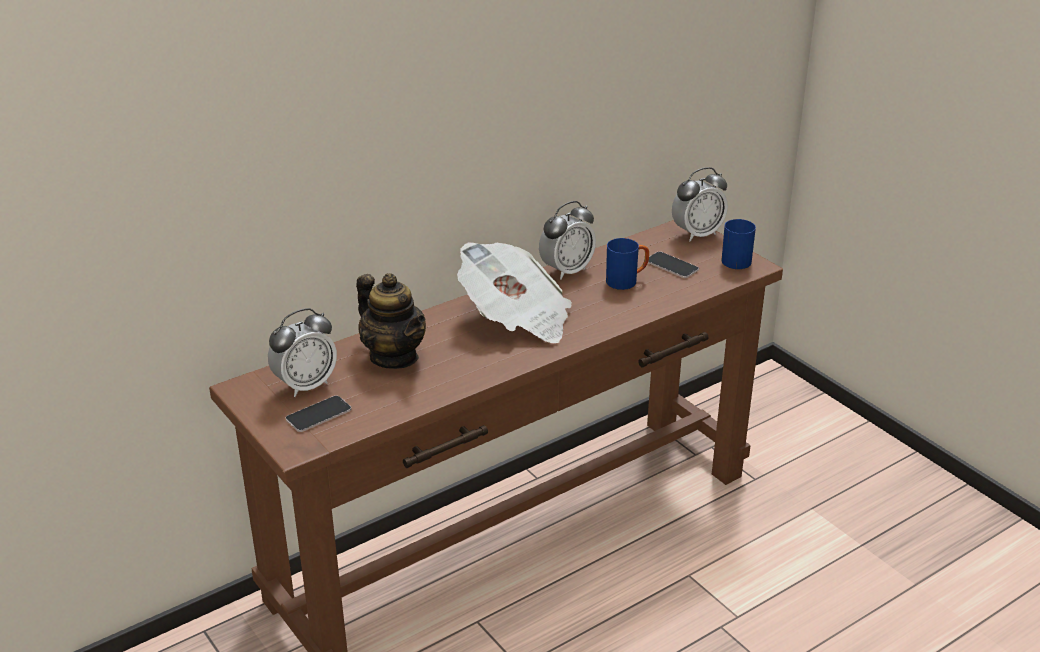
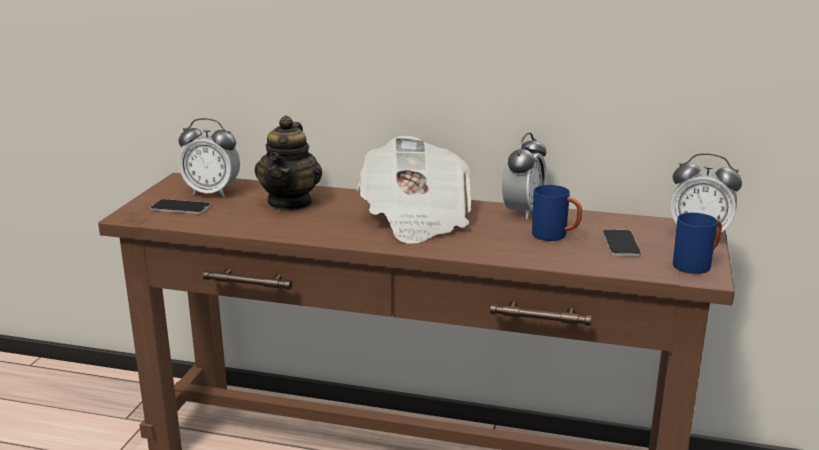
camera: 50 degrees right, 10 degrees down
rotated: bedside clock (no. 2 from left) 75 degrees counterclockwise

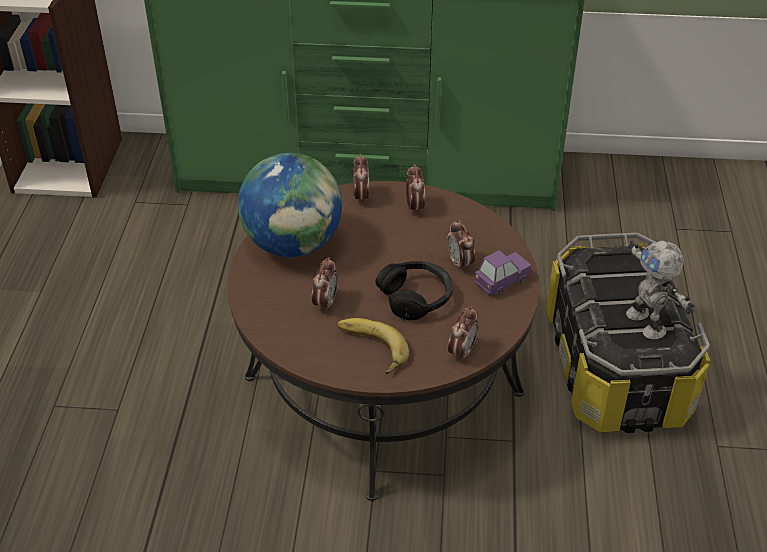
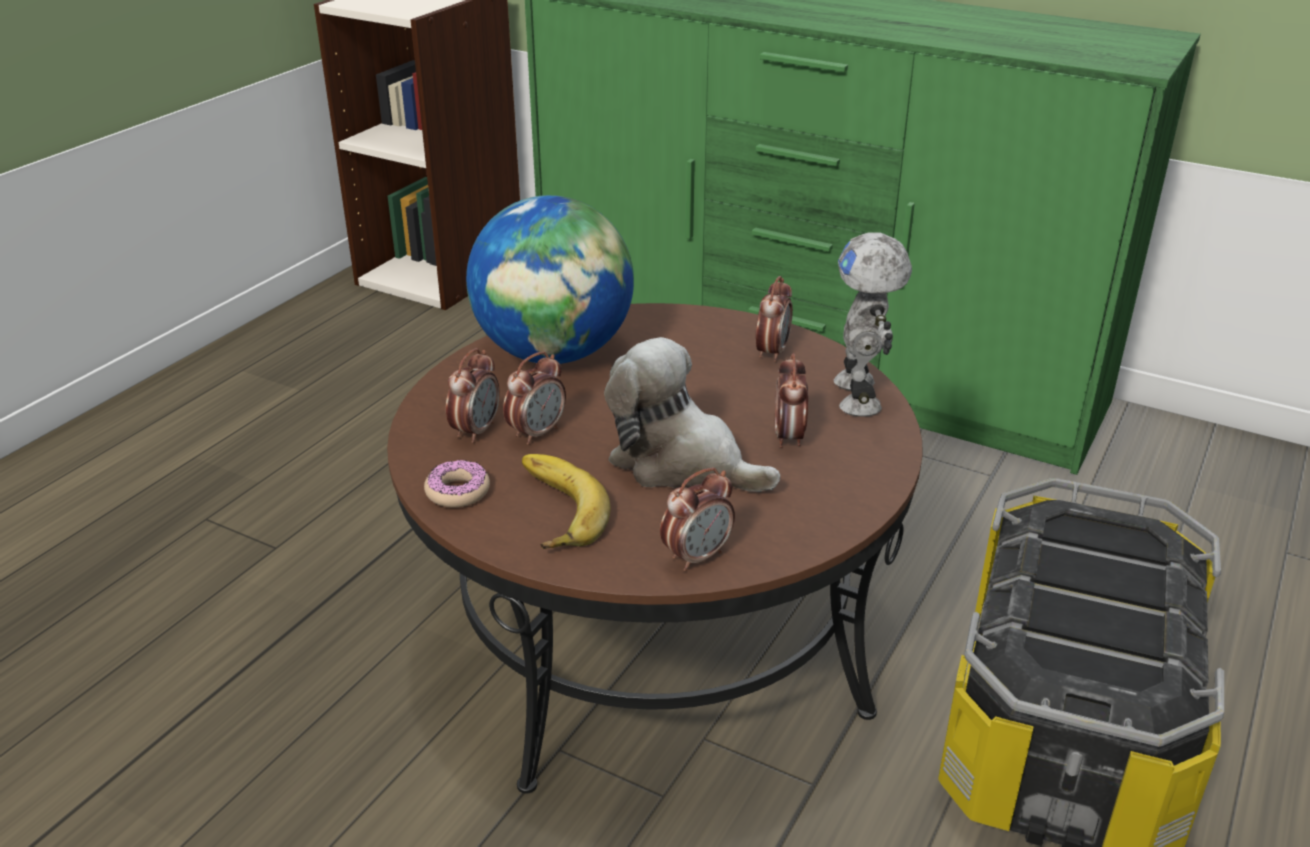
camera: 25 degrees right, 10 degrees down
gone: purple model car
new: ring doughnut
shifted: bedside clock (no. 2 from left in the first image) to bedside clock (no. 1 from left); model robot
swapped: blackish headphones to cuddly toy

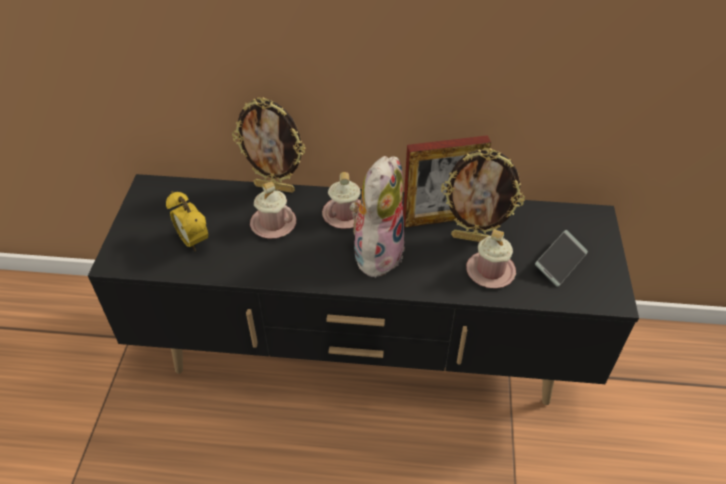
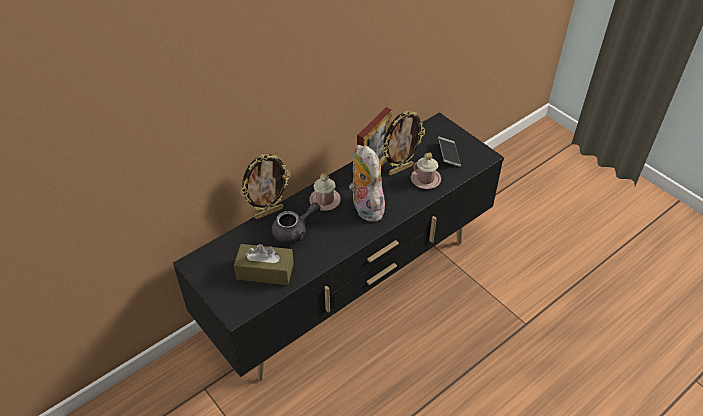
camera: 45 degrees left, 0 degrees up
swapped: pink coffee mug (no. 1 from left) to gray pot for tea; bedside clock to brown tissue box

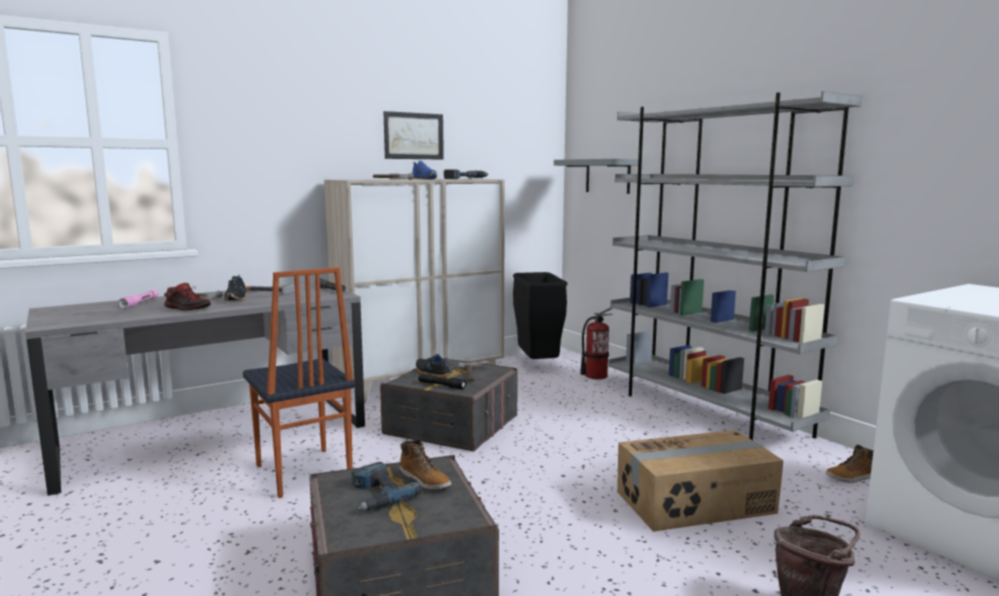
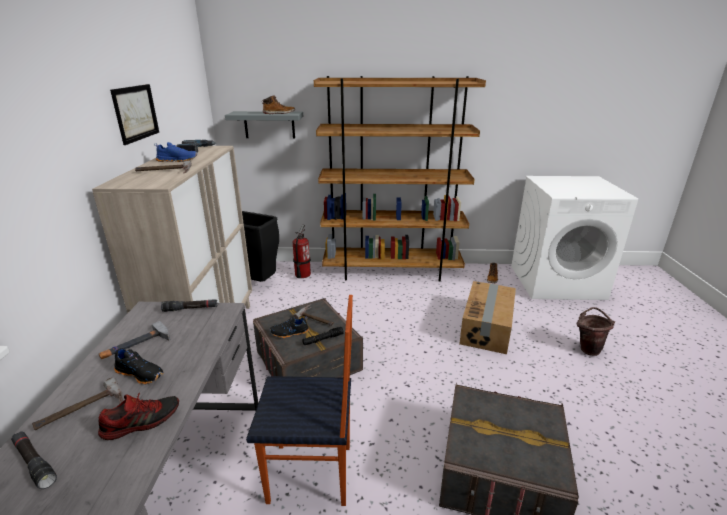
camera: 55 degrees left, 15 degrees up
gone: power drill (no. 1 from left)
shifted: tall boot (no. 1 from left)
repainted: gray shelving unit to brown shelving unit; pink flashlight to blackish flashlight (no. 1 from left)

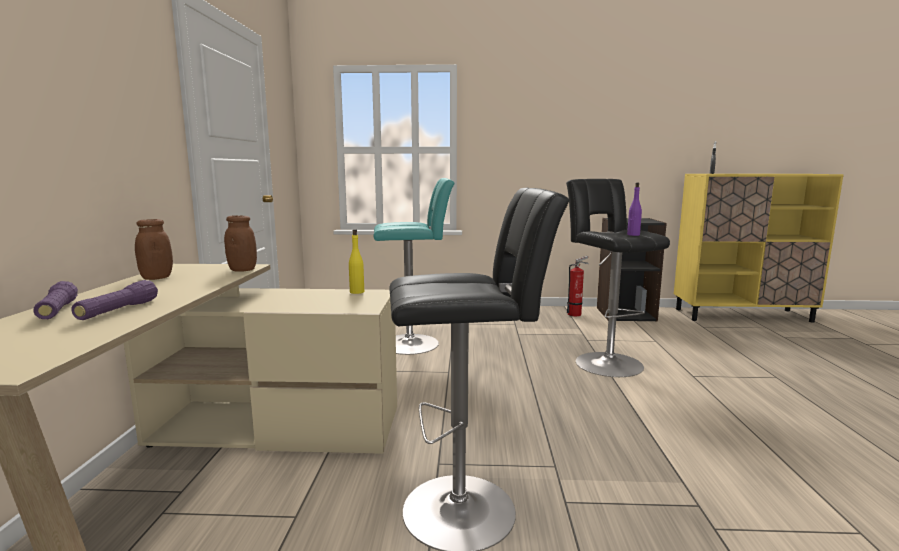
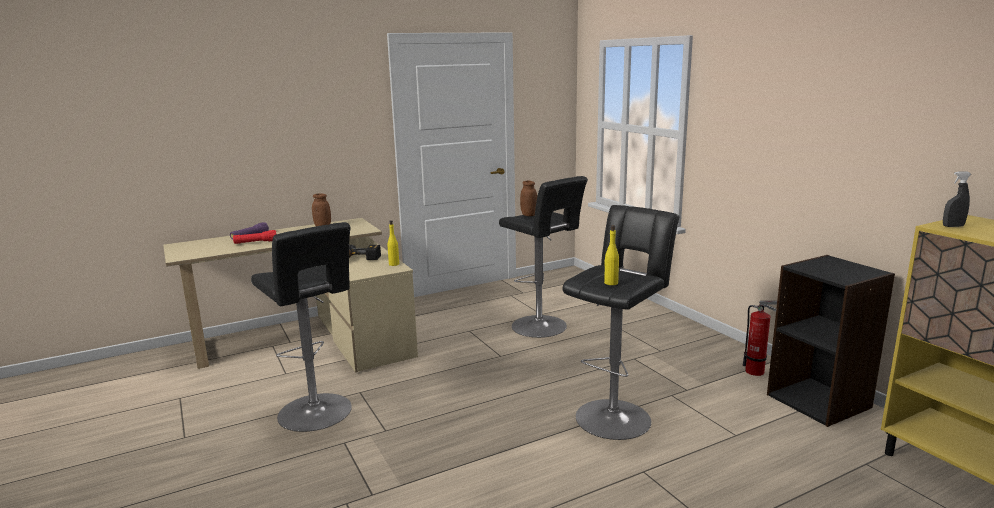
camera: 60 degrees right, 5 degrees up
new: power drill
shifted: brown jar (no. 2 from left)
repainted: turquoise-coloured stool to blackish stool (no. 2 from left); purple bottle to yellow bottle (no. 2 from left); purple flashlight (no. 2 from left) to red flashlight

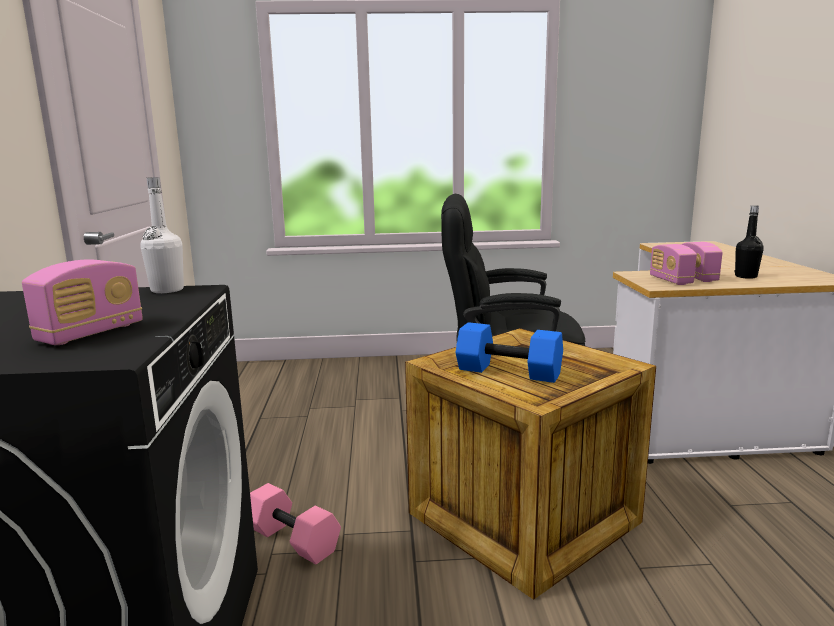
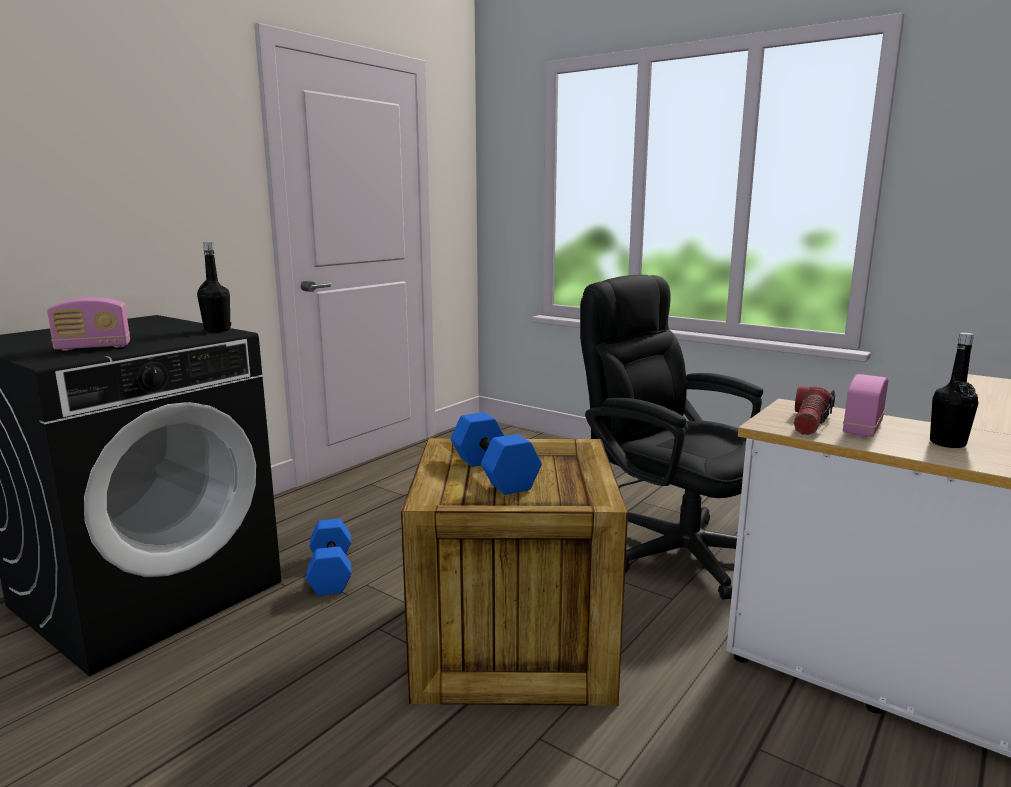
camera: 40 degrees right, 0 degrees up
swapped: radio set (no. 2 from left) to flashlight
repainted: white-coloured bottle to blackish bottle (no. 1 from left); pink dumbbell to bluish dumbbell (no. 1 from left)

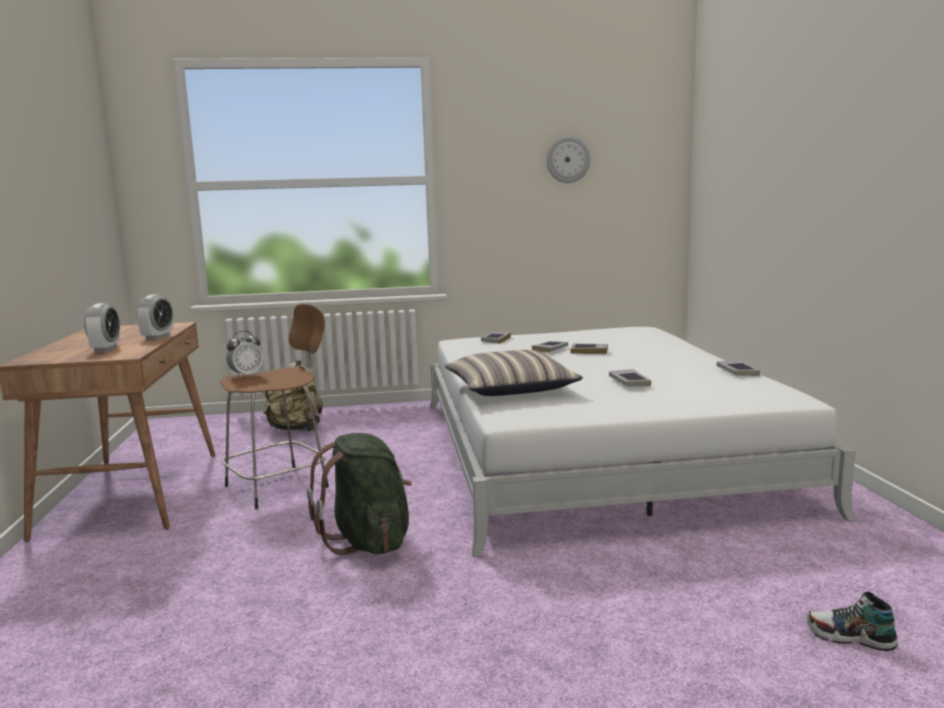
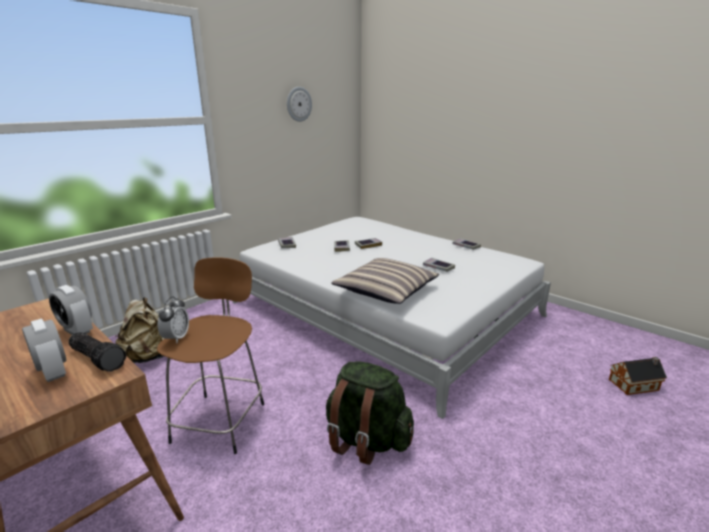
camera: 40 degrees left, 10 degrees up
new: flashlight
swapped: item of footwear to model house
rotated: bedside clock (no. 2 from left) 150 degrees clockwise

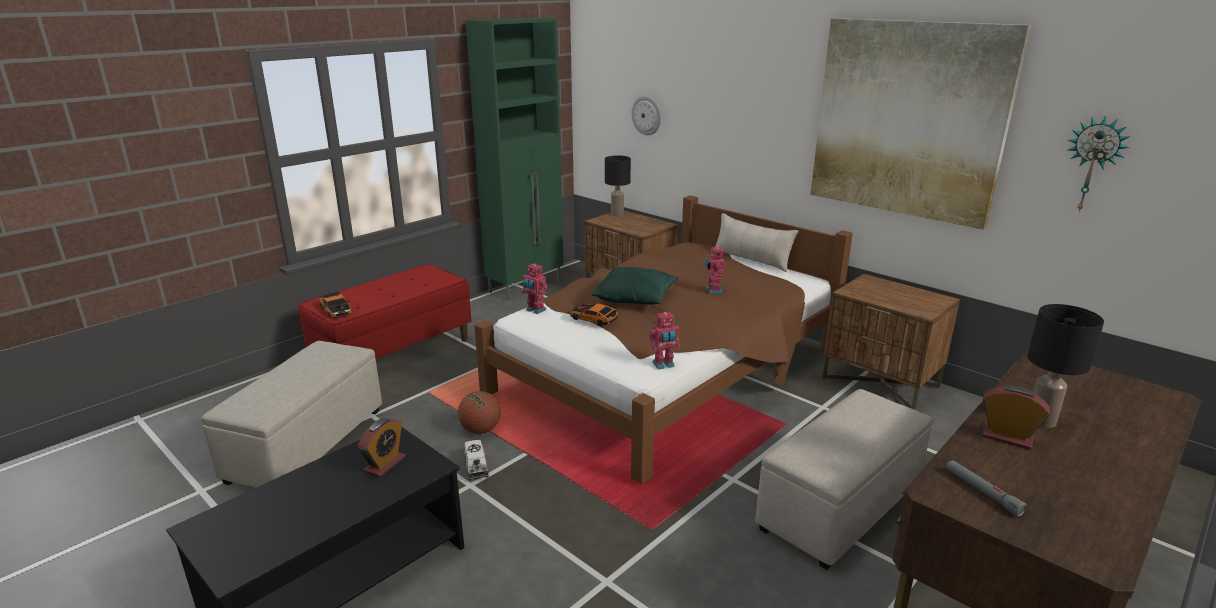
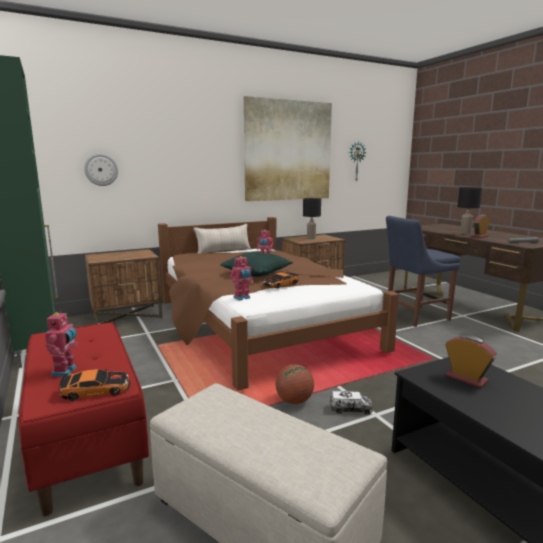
camera: 70 degrees left, 10 degrees down
shifted: blackish tabletop lamp (no. 1 from left); model robot (no. 2 from left in the first image) to model robot (no. 1 from left)
swapped: beige-coloured footrest (no. 2 from left) to bluish plain chair

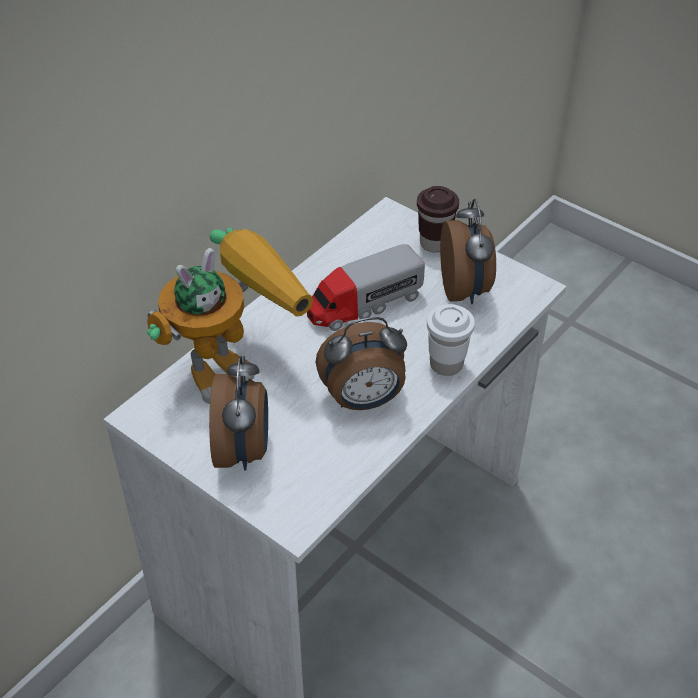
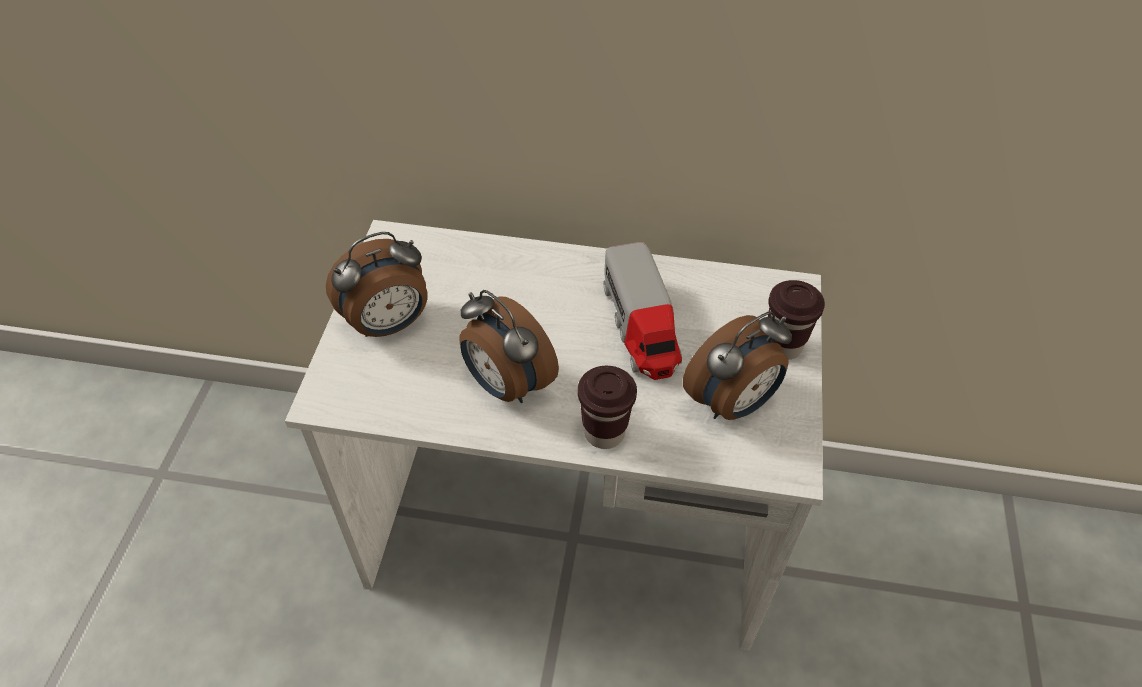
camera: 60 degrees right, 5 degrees up
gone: model robot
repainted: white-coloured cup to brown cup (no. 1 from left)
rotated: model truck 135 degrees counterclockwise

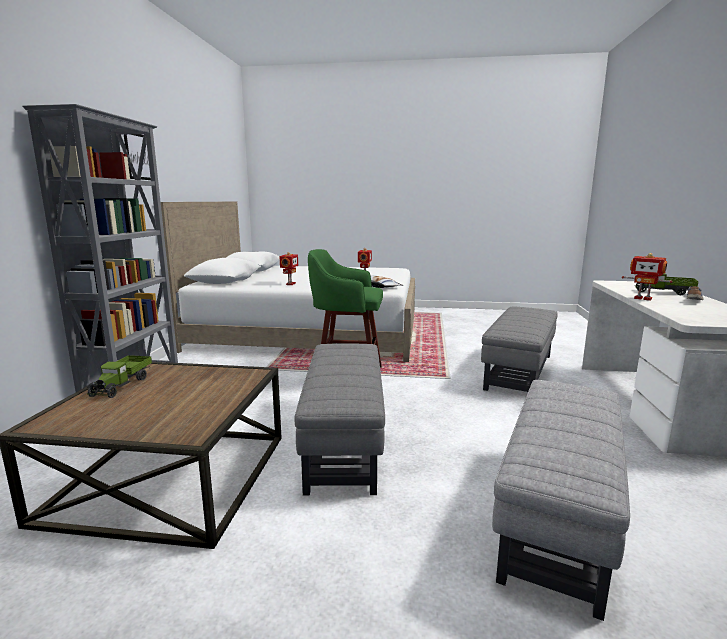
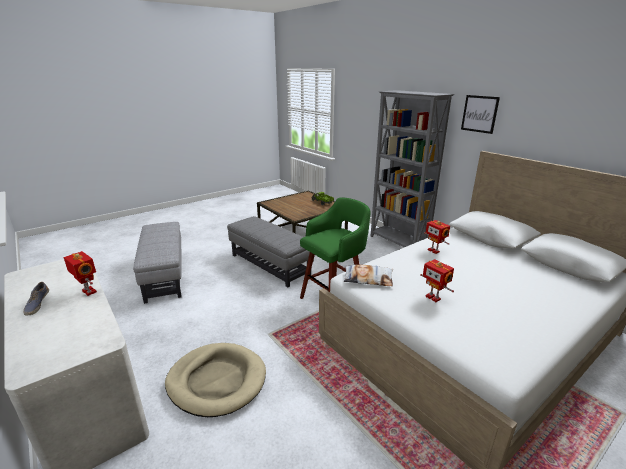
camera: 135 degrees right, 10 degrees up
gone: model truck (no. 2 from left)
swapped: gray footrest (no. 2 from left) to beige-coloured dog cushion
rotated: model robot (no. 3 from left in the first image) 45 degrees clockwise

